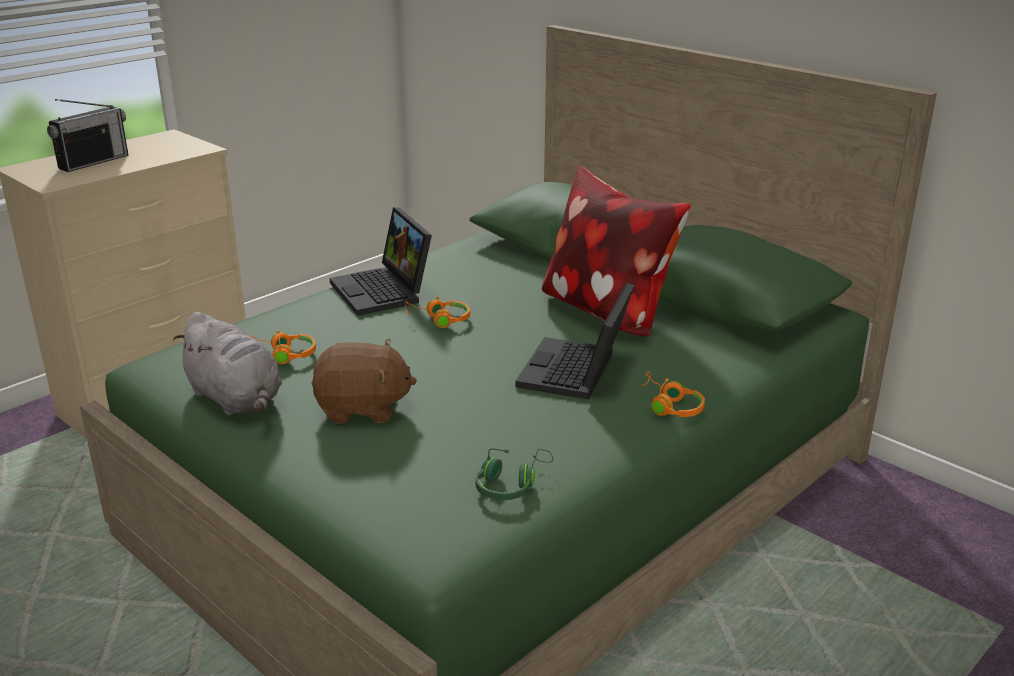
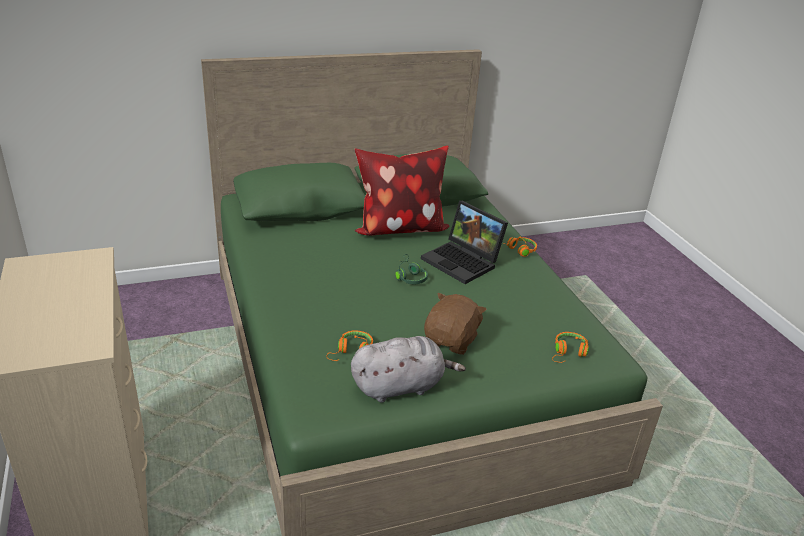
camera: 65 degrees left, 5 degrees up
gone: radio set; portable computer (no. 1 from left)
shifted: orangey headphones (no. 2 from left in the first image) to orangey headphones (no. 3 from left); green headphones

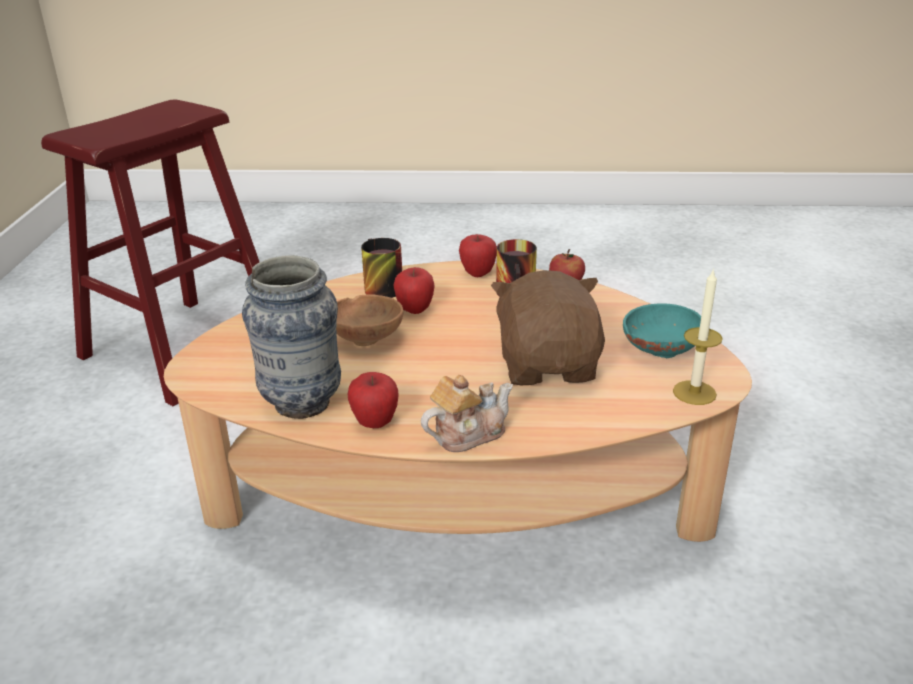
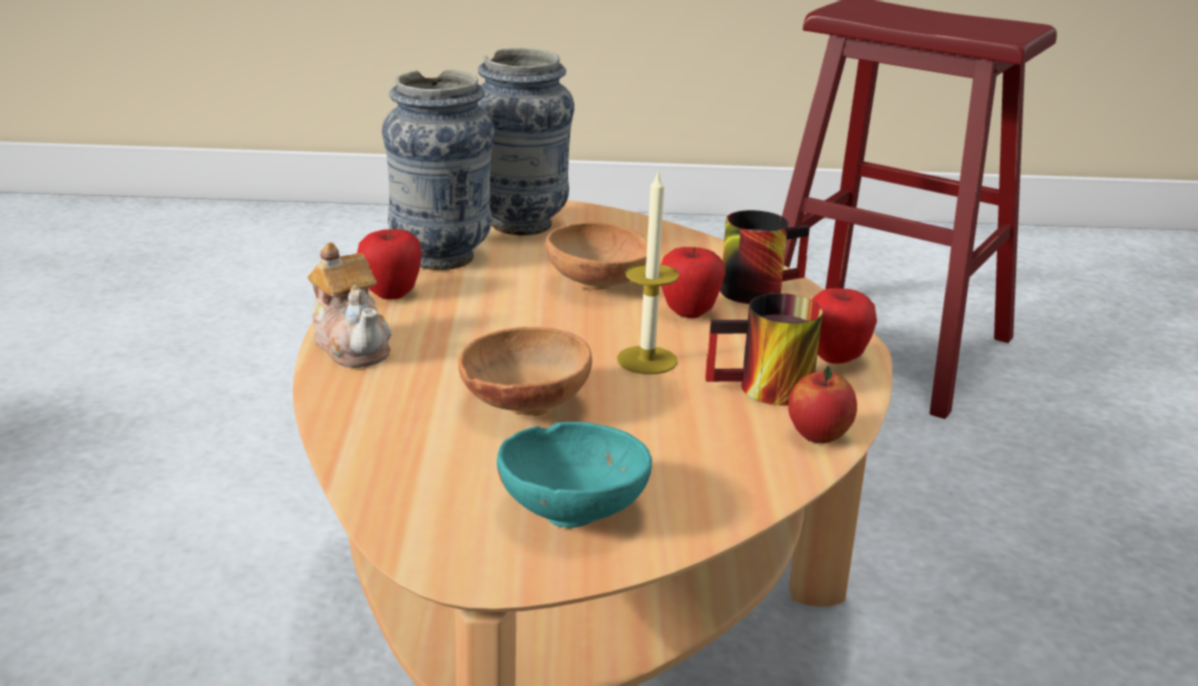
camera: 85 degrees right, 5 degrees down
new: decorative vase (no. 2 from left)
shifted: wax light
swapped: brown cuddly toy to brown deep dish (no. 1 from left)

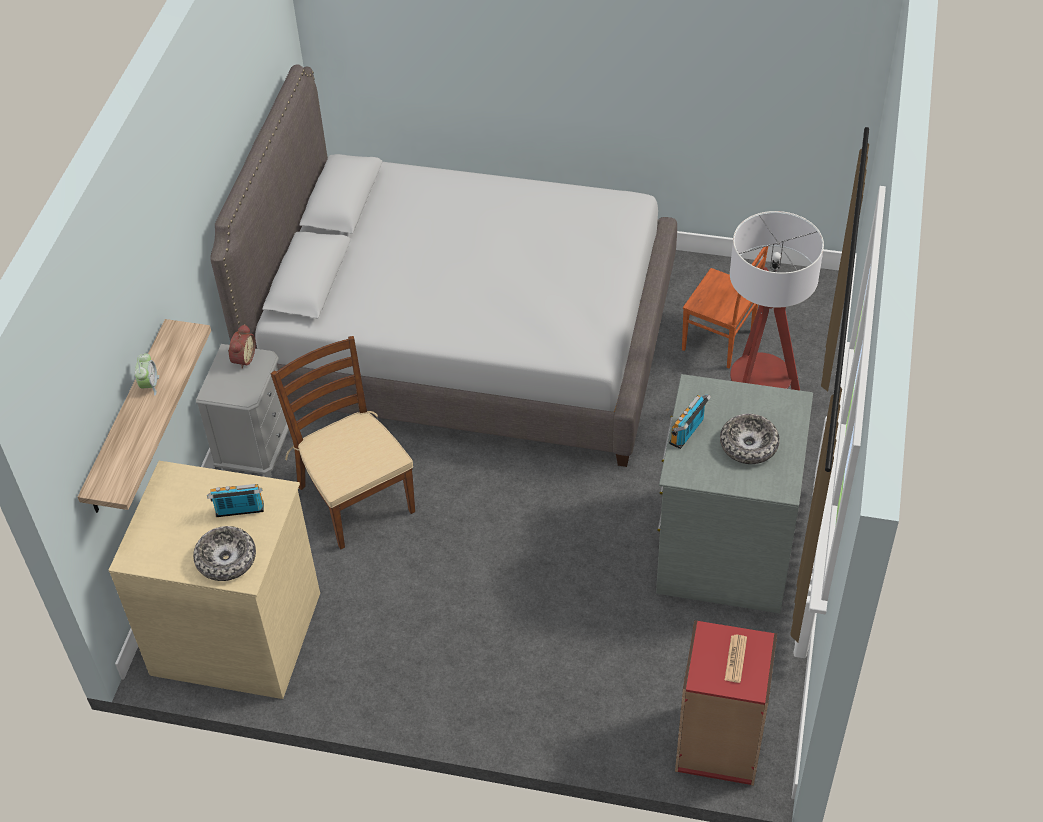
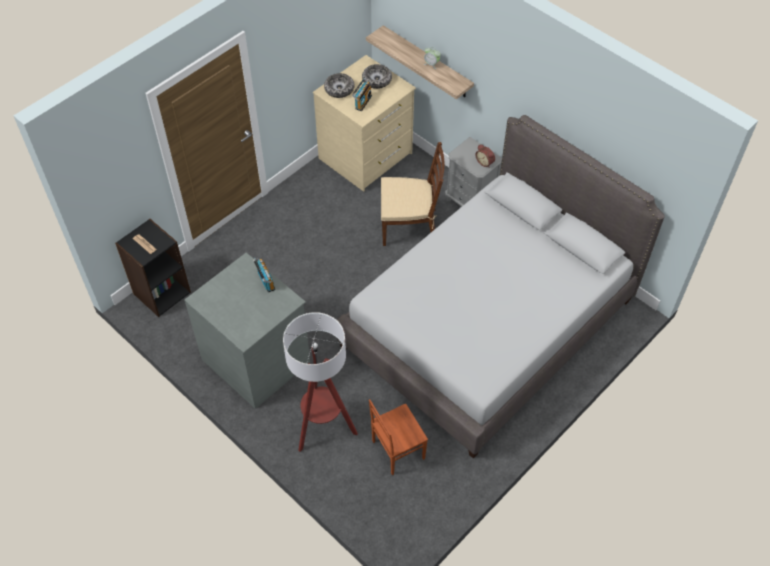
camera: 120 degrees right, 5 degrees up
shifted: deep dish (no. 2 from left)
repainted: red shelving unit to blackish shelving unit

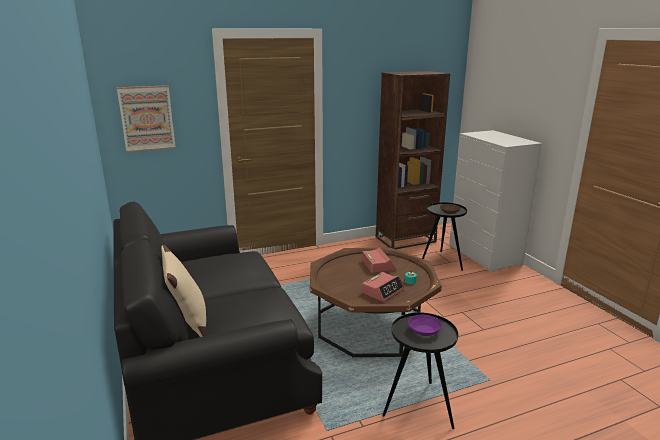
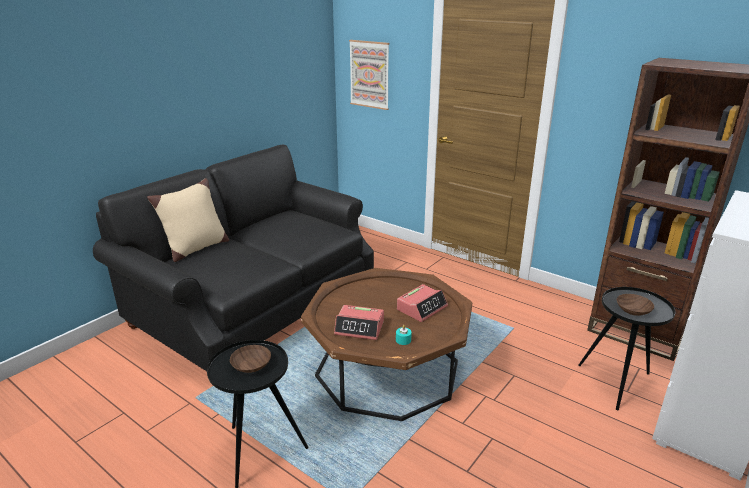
camera: 60 degrees right, 5 degrees up
repainted: purple deep dish to brown deep dish (no. 1 from left)

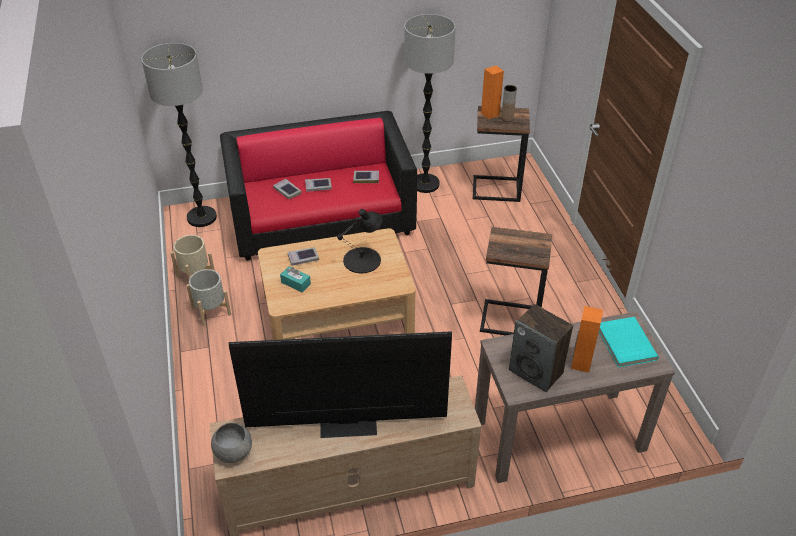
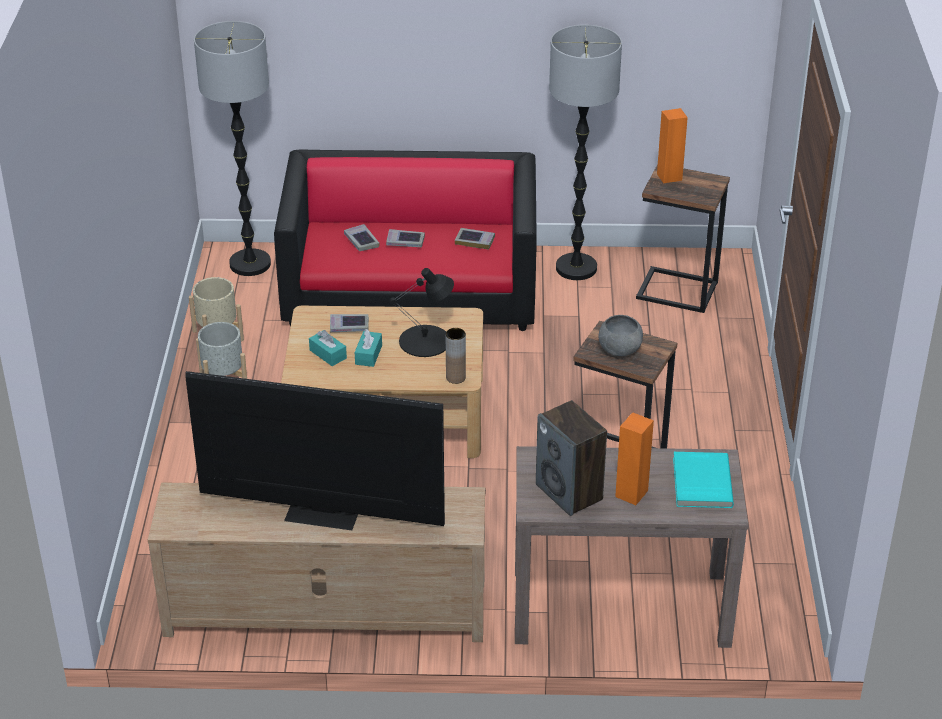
camera: 15 degrees right, 5 degrees down
new: turquoise-coloured tissue box (no. 2 from left)
shifted: brown decorative vase; gray deep dish

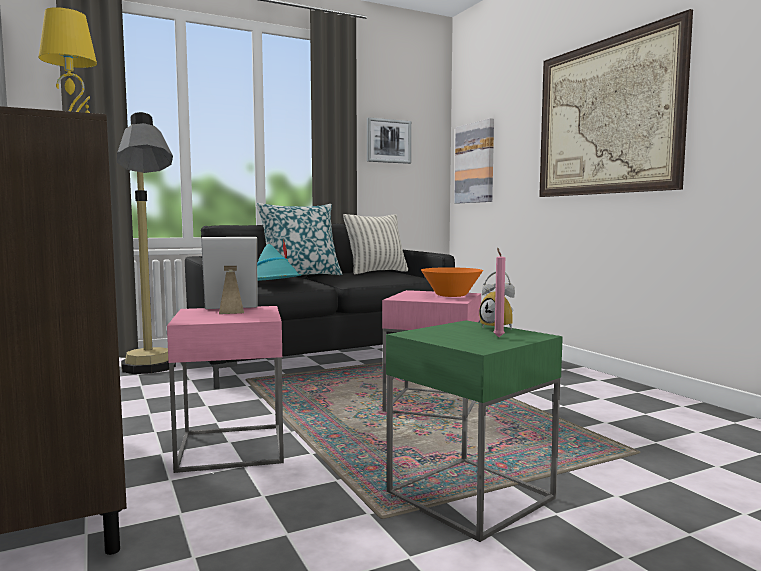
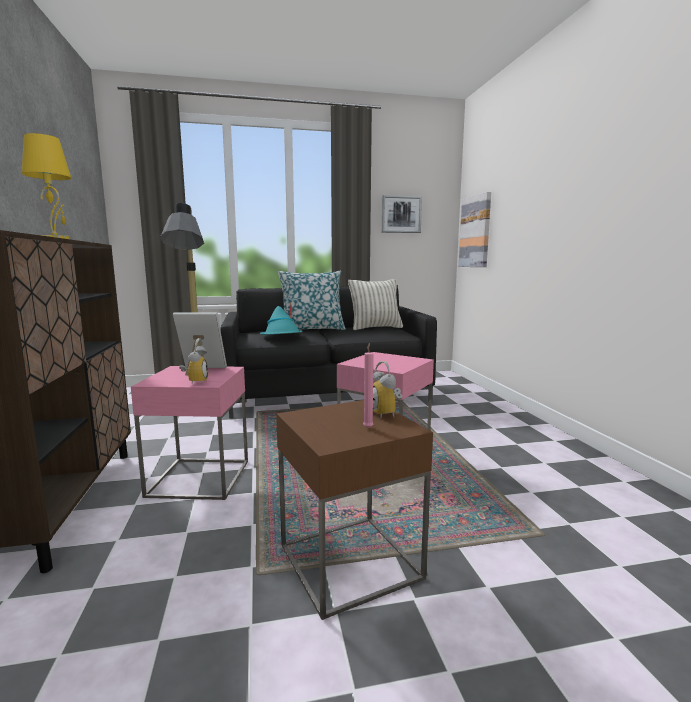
camera: 15 degrees right, 5 degrees up
gone: wall art (no. 3 from left); orangey deep dish
new: bedside clock (no. 1 from left)
repainted: green accent table to brown accent table

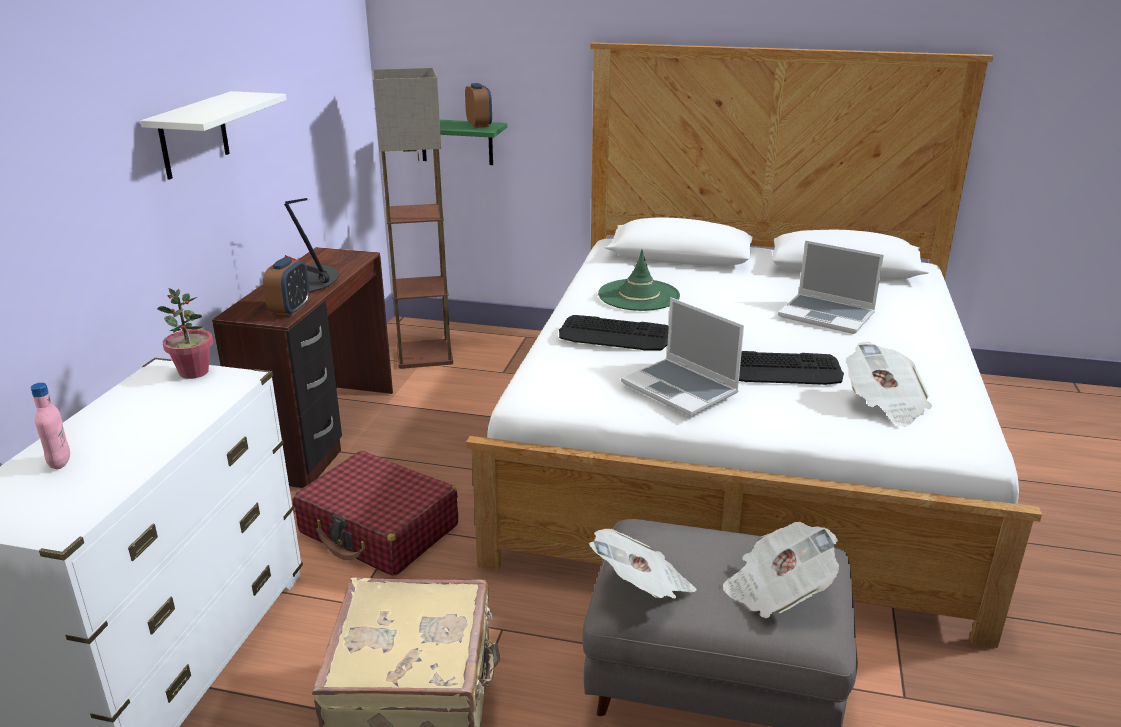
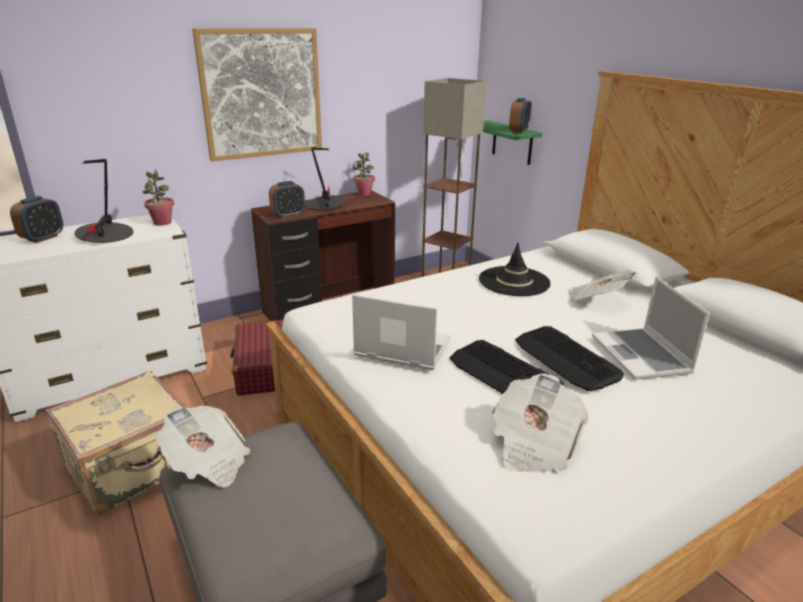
camera: 45 degrees right, 0 degrees up
new: houseplant (no. 2 from left); tabletop lamp (no. 1 from left)
shifted: PC keyboard (no. 1 from left in the first image) to PC keyboard (no. 2 from left); printed paper (no. 2 from left in the first image) to printed paper (no. 3 from left)
swapped: white-coloured bracket shelf to wall art; pink bottle to bedside clock (no. 1 from left)
repainted: green clothing hat to blackish clothing hat
rotated: portable computer (no. 1 from left) 105 degrees clockwise

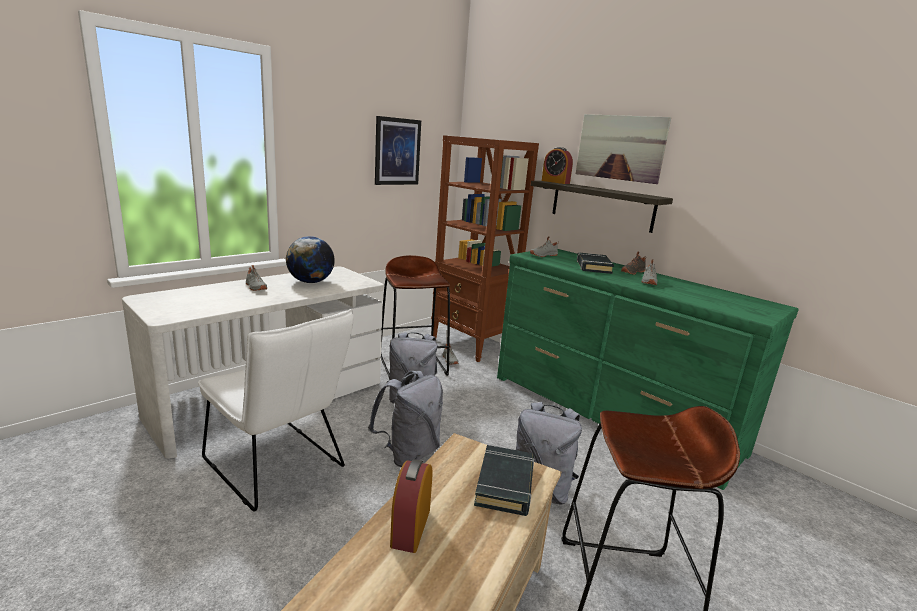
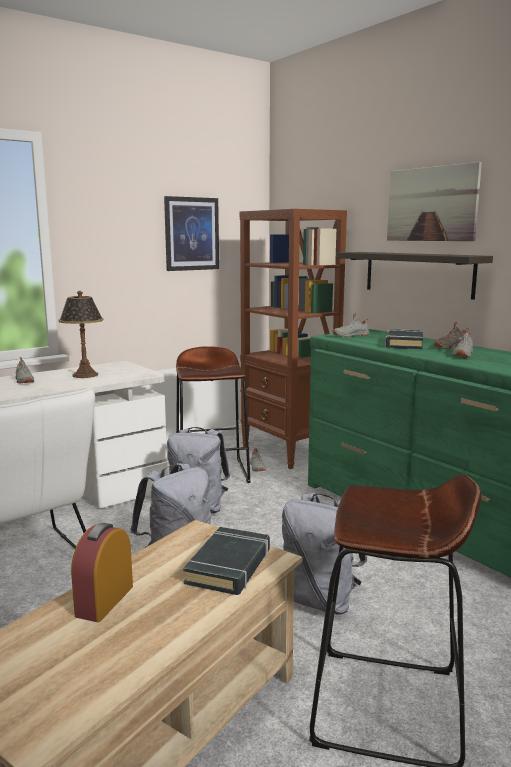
camera: 10 degrees right, 5 degrees down
gone: bedside clock (no. 2 from left)
swapped: world globe to tabletop lamp

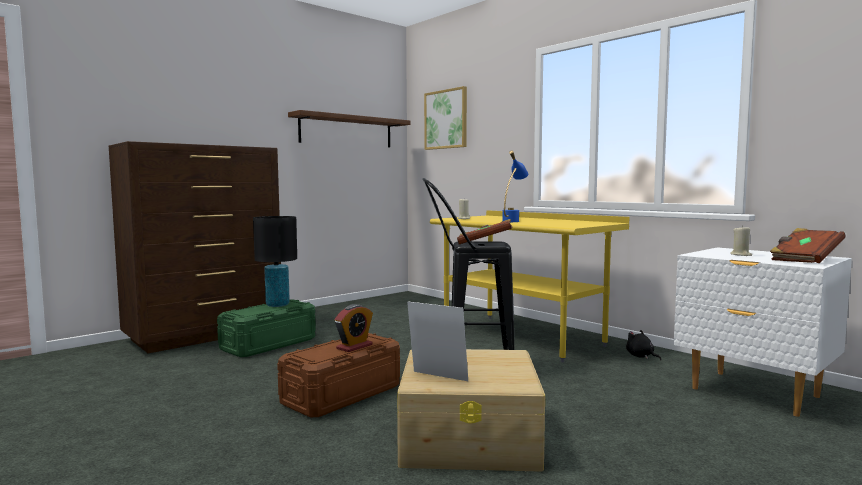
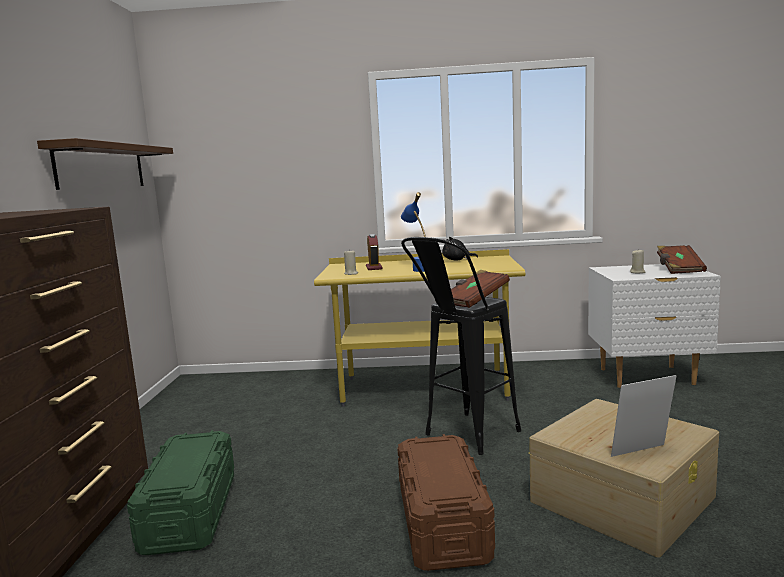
camera: 45 degrees left, 5 degrees up
gone: wall art; blackish tabletop lamp
shifted: bedside clock; blackish cuddly toy

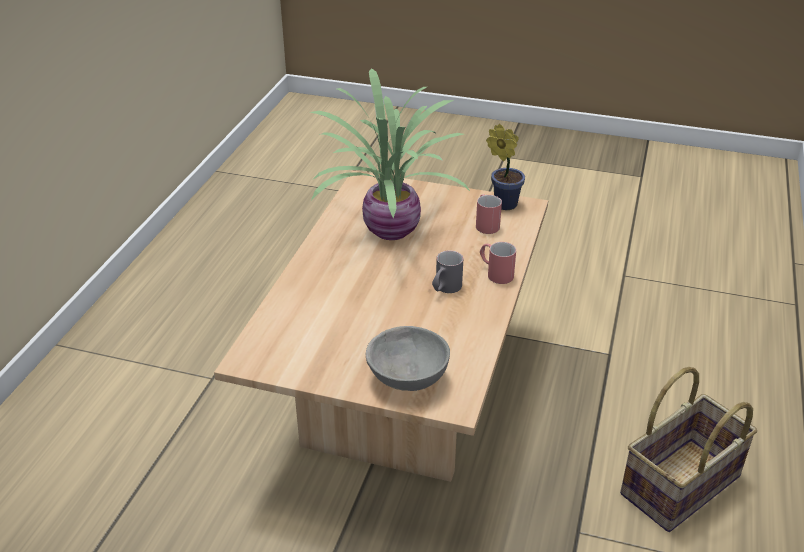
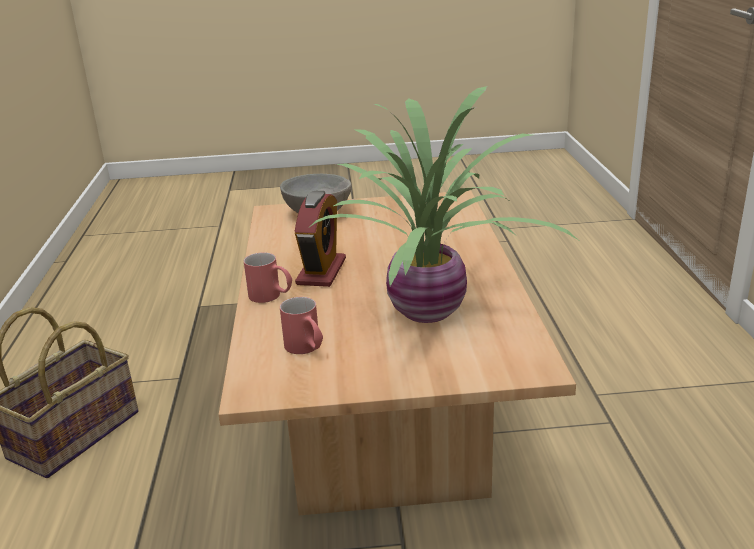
camera: 160 degrees right, 10 degrees down
gone: houseplant (no. 2 from left)
swapped: gray coffee mug to bedside clock

